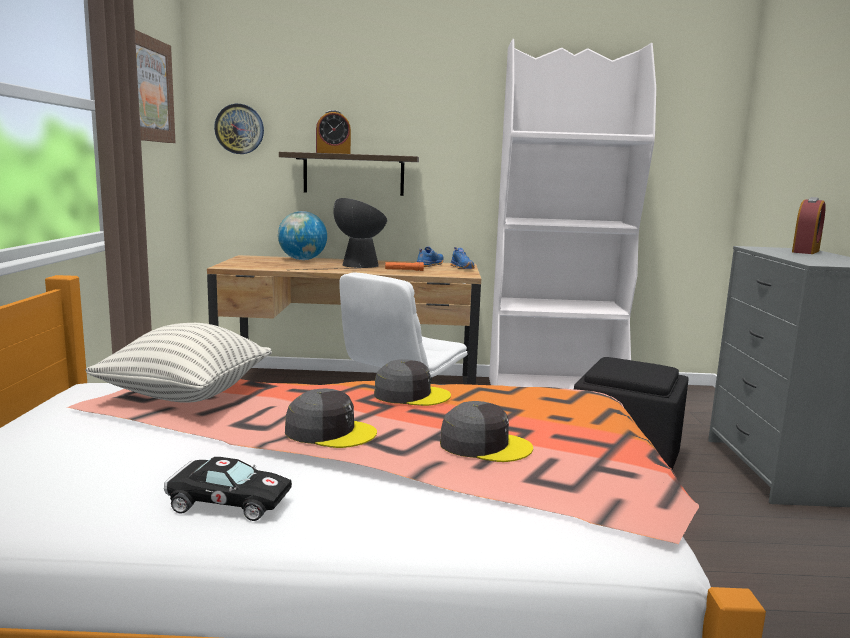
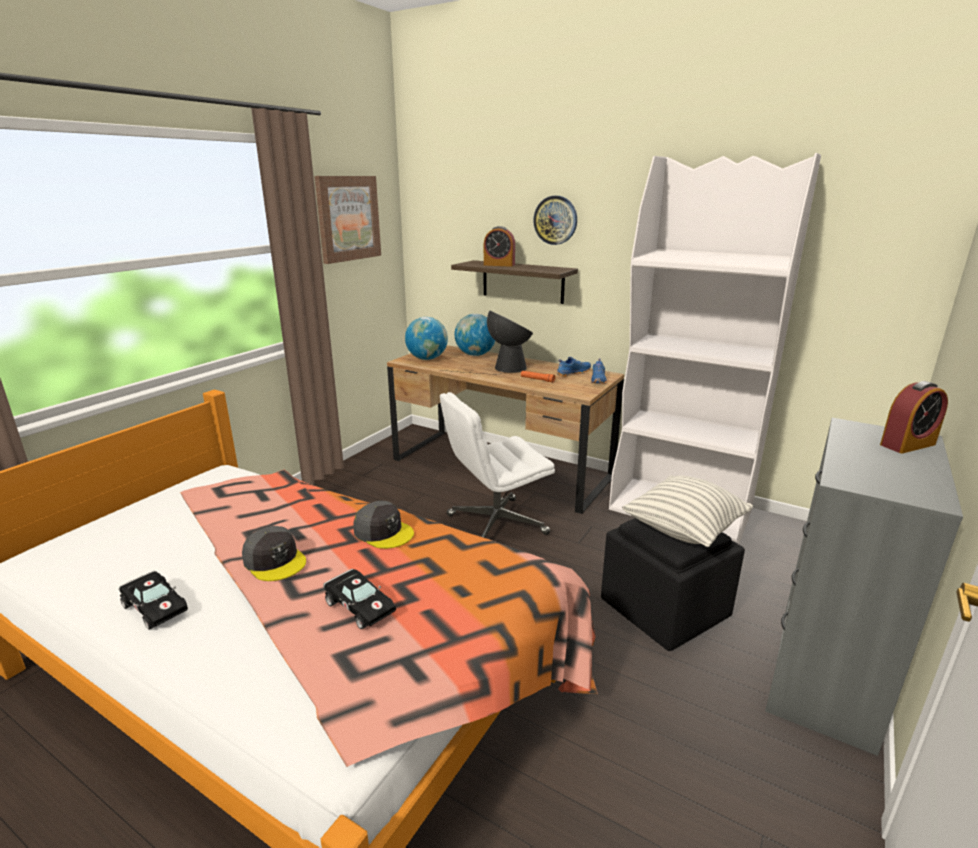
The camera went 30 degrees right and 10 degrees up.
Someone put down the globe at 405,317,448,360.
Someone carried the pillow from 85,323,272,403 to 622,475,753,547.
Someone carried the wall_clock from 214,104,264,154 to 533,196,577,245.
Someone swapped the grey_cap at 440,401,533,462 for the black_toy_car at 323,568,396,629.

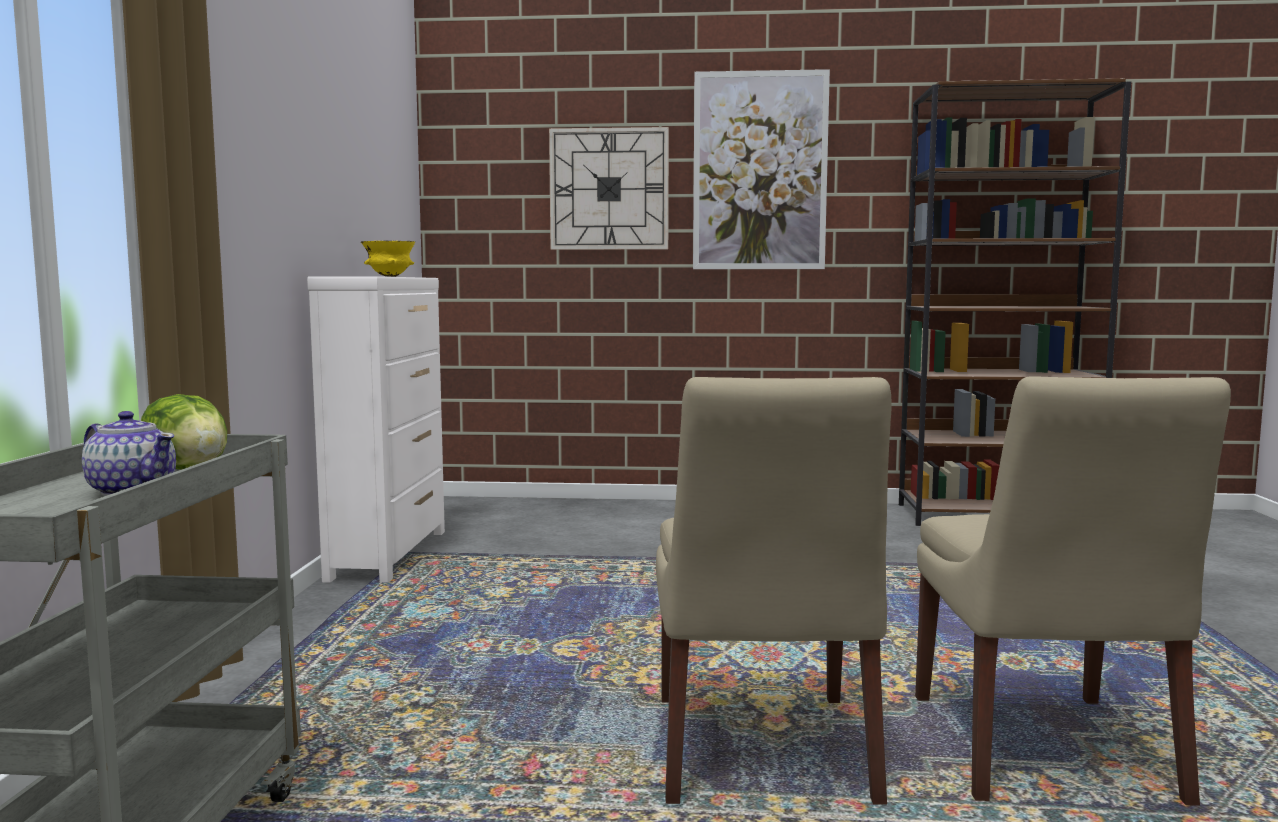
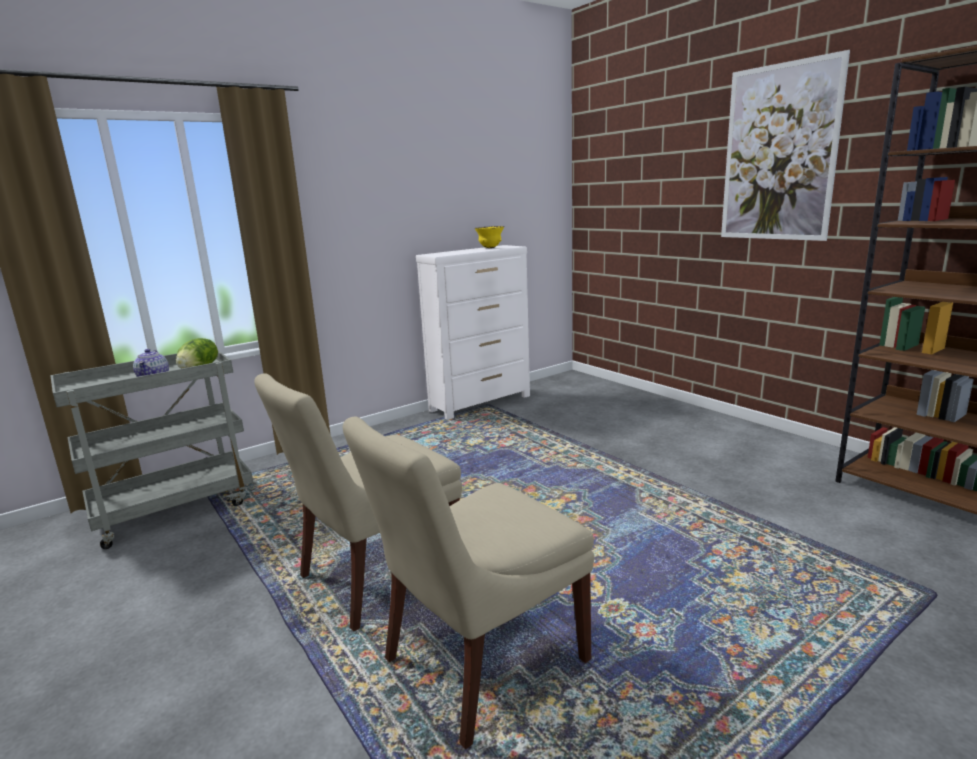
The camera went 50 degrees right and 10 degrees up.
Someone took away the wall_clock at 549,127,669,250.

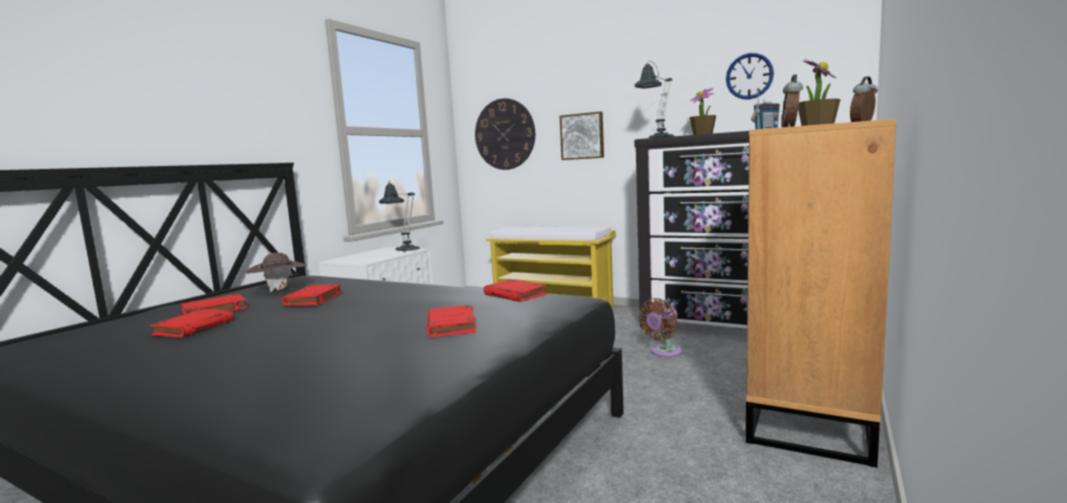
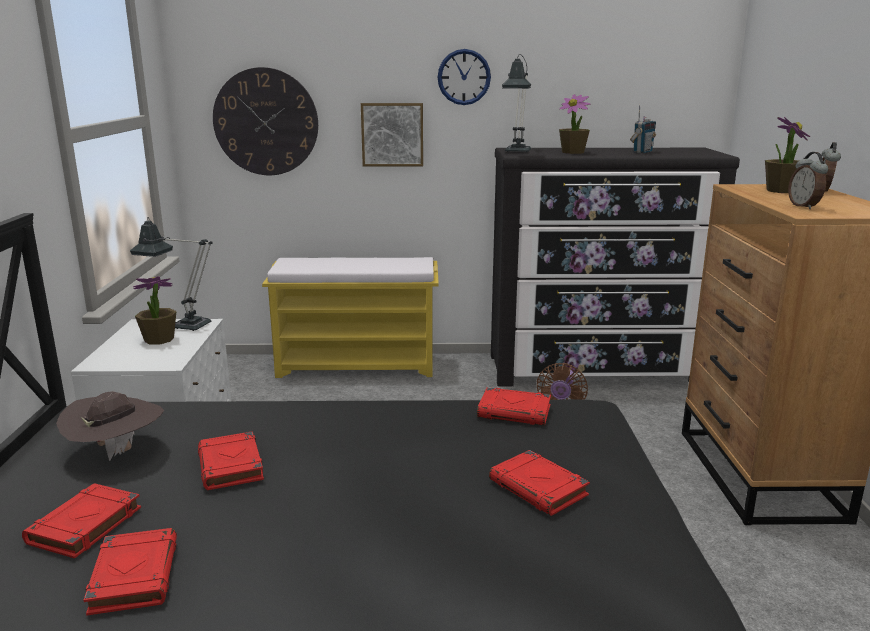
The camera went 30 degrees left and 10 degrees up.
Someone put down the potted_plant at 133,276,177,344.
Someone carried the wall_clock from 726,53,774,100 to 437,49,491,105.

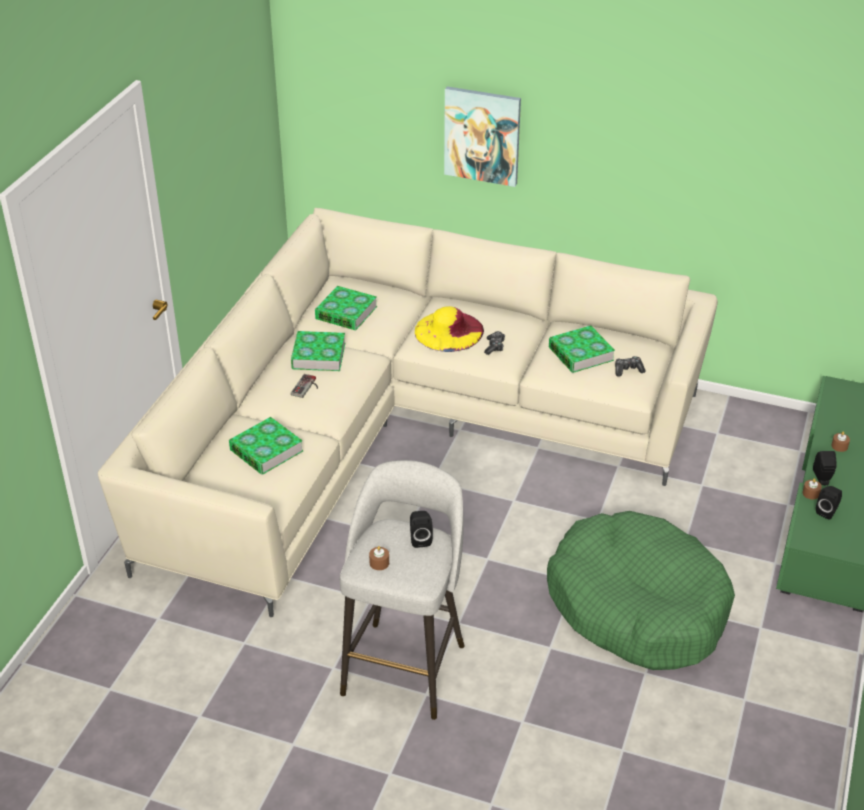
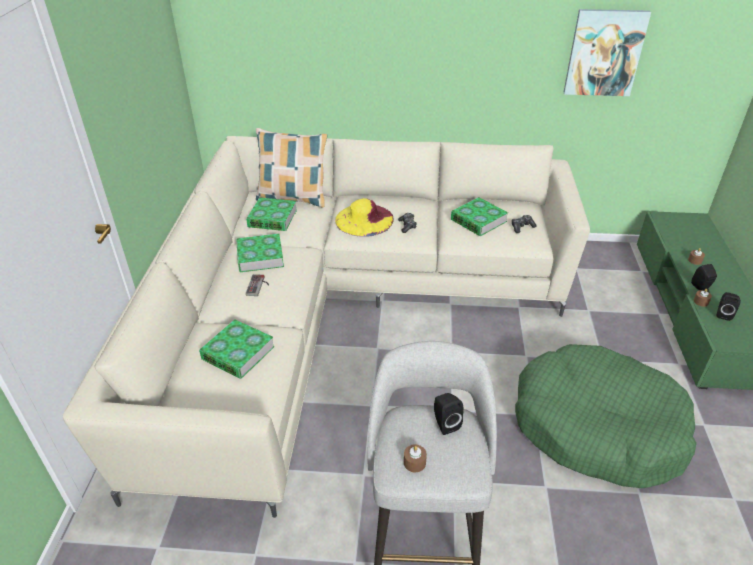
The camera went 15 degrees left and 0 degrees up.
Someone put down the pillow at 256,128,328,208.
Someone carried the picture from 444,86,521,187 to 563,9,651,96.

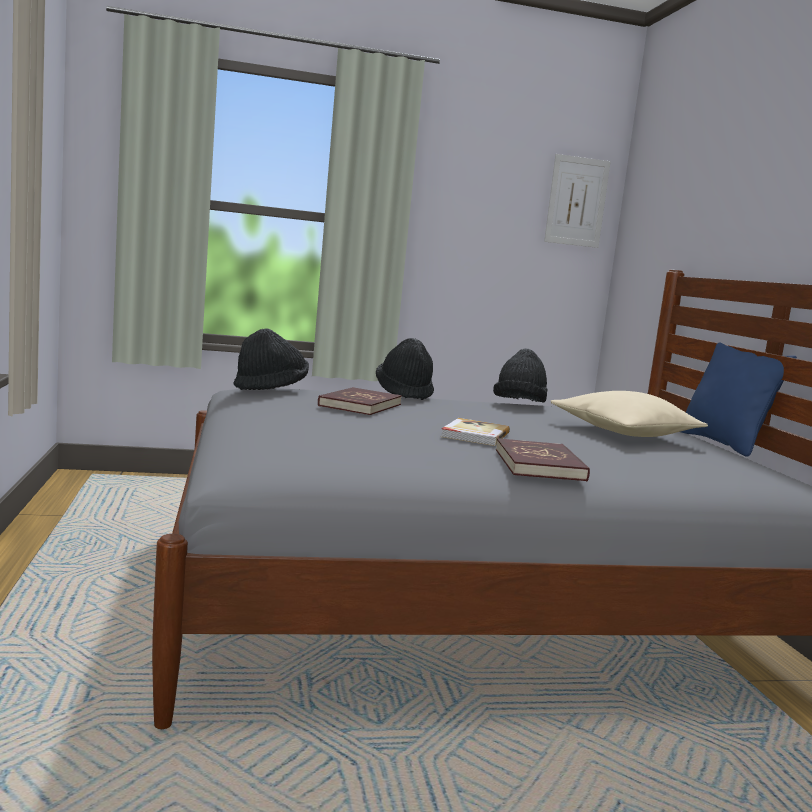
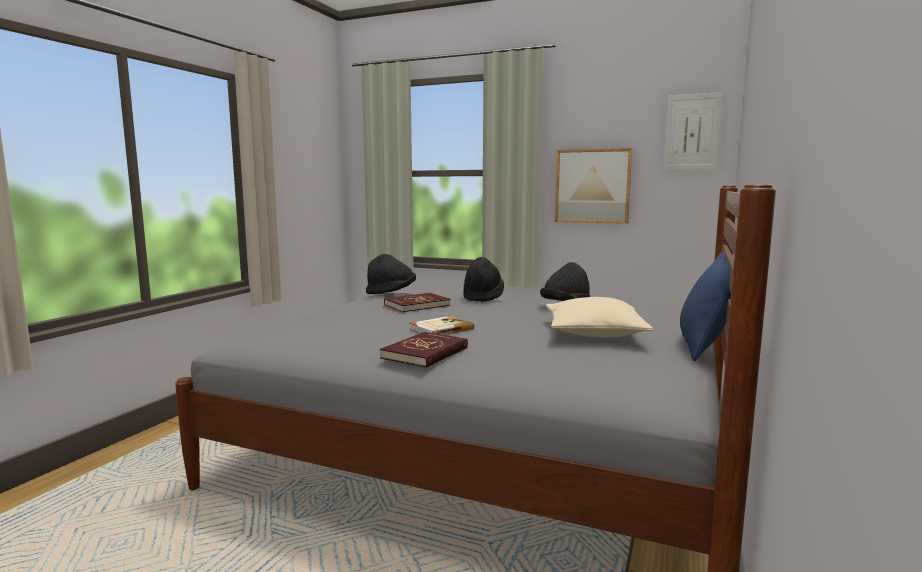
The camera went 35 degrees right and 0 degrees up.
Someone put up the picture at 555,148,632,224.

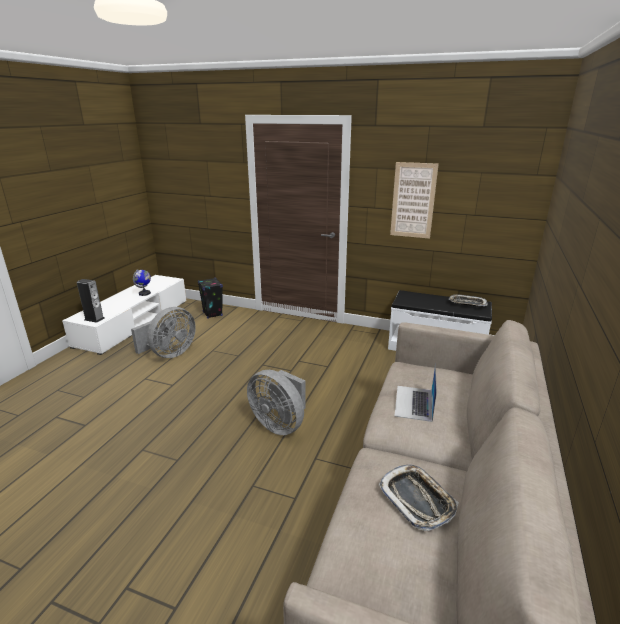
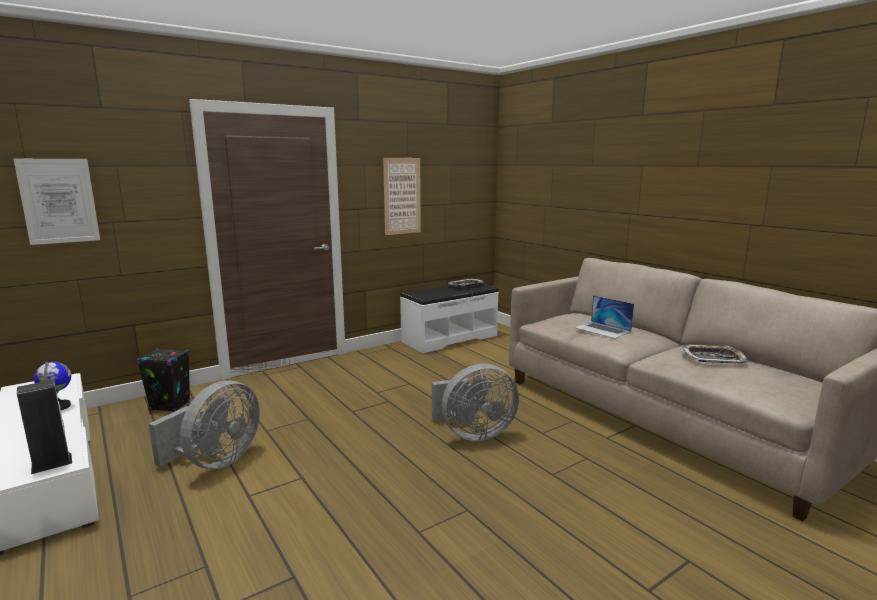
The camera went 55 degrees left and 10 degrees down.
Someone put up the picture at 14,159,100,245.
Someone rotated the grey_fan at 131,307,196,358 by 45 degrees clockwise.

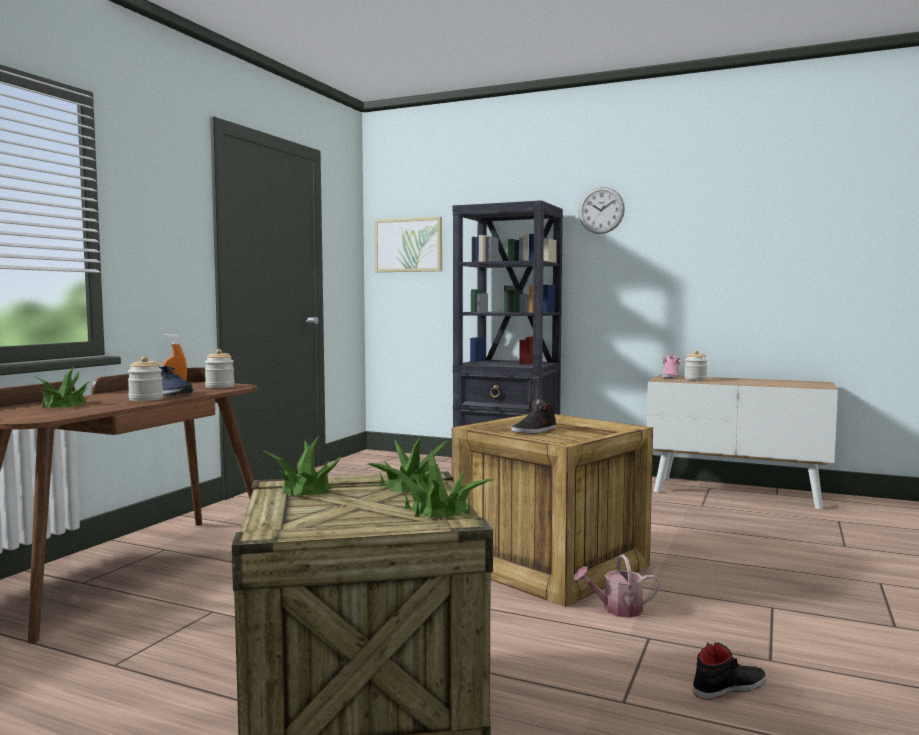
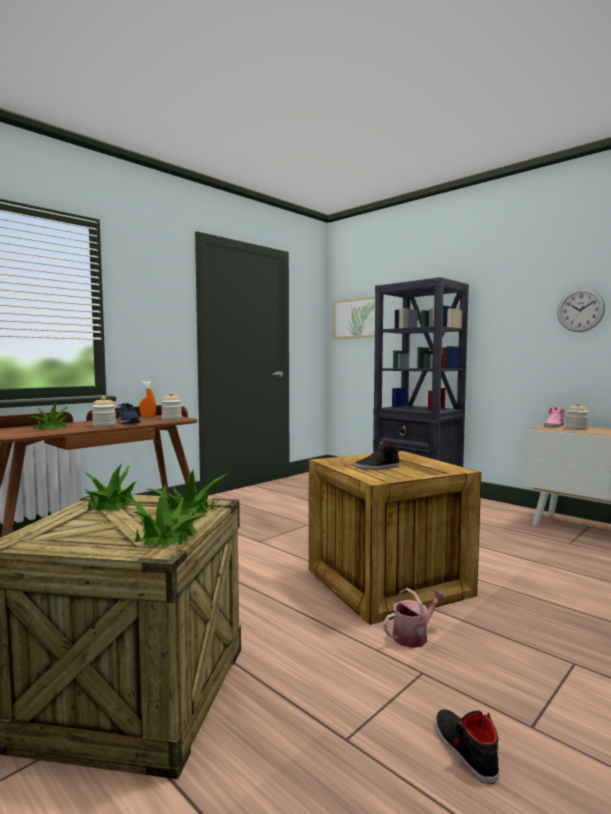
The camera went 20 degrees right and 0 degrees up.
Someone carried the wall_clock from 578,187,625,234 to 557,288,605,332.
Someone rotated the watering_can at 574,554,660,618 by 135 degrees clockwise.
Someone rotated the black_shoe at 693,642,766,700 by 105 degrees counterclockwise.

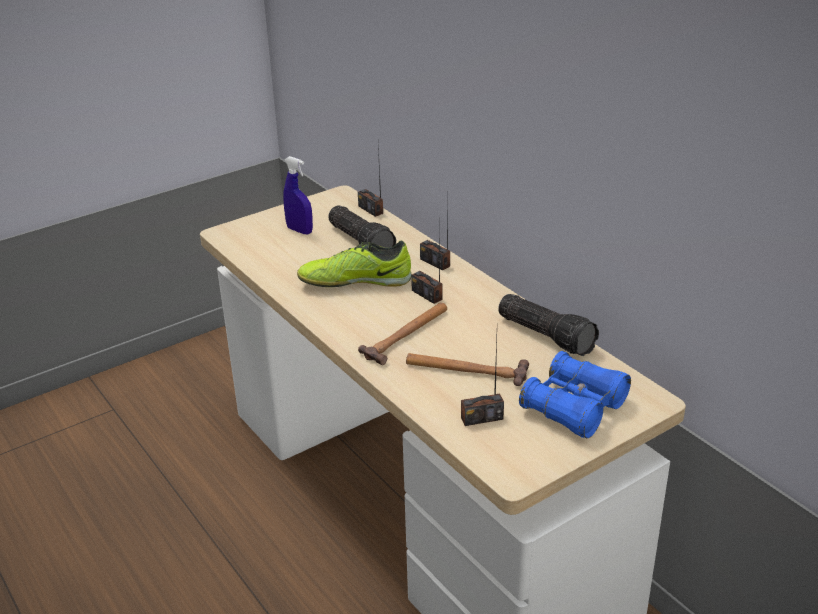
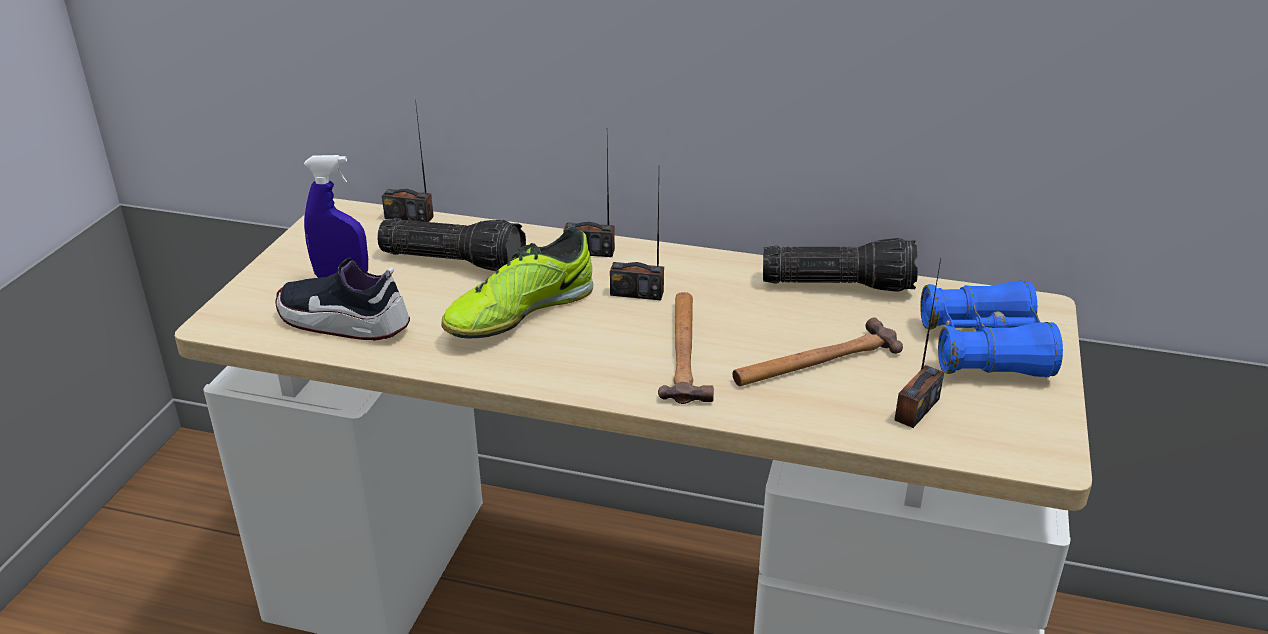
The camera went 40 degrees left and 0 degrees up.
Someone put down the shoe at 275,257,410,341.

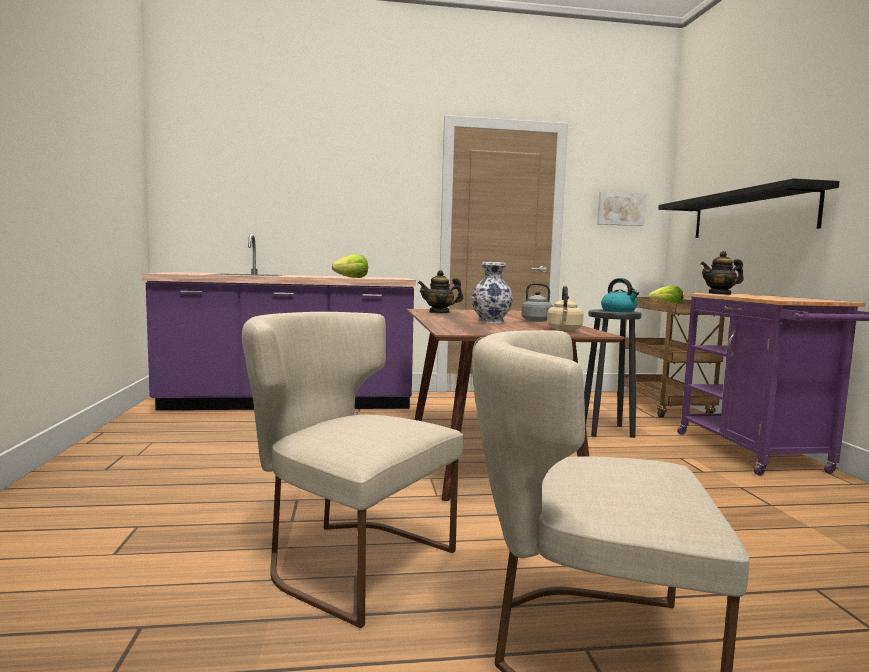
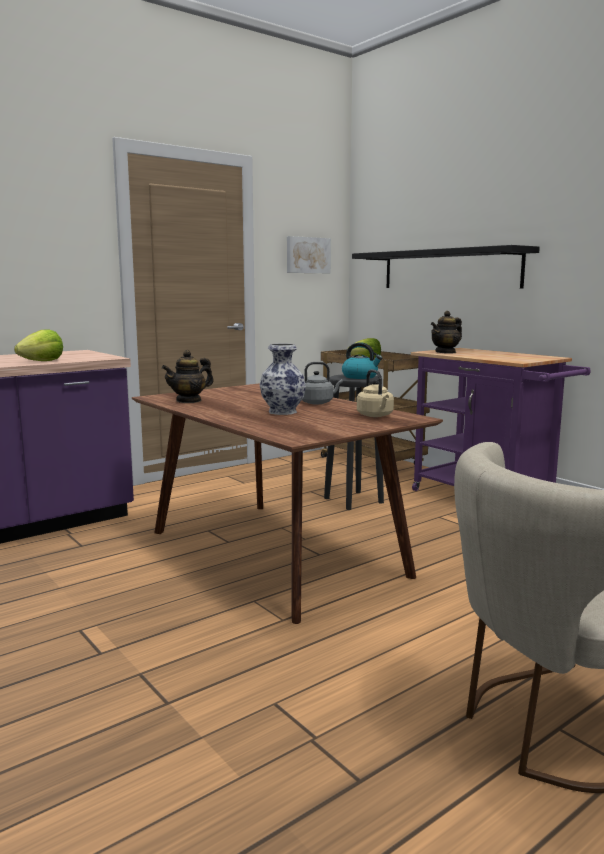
The camera went 30 degrees left and 5 degrees up.
Someone took away the beige_chair at 242,312,463,628.

